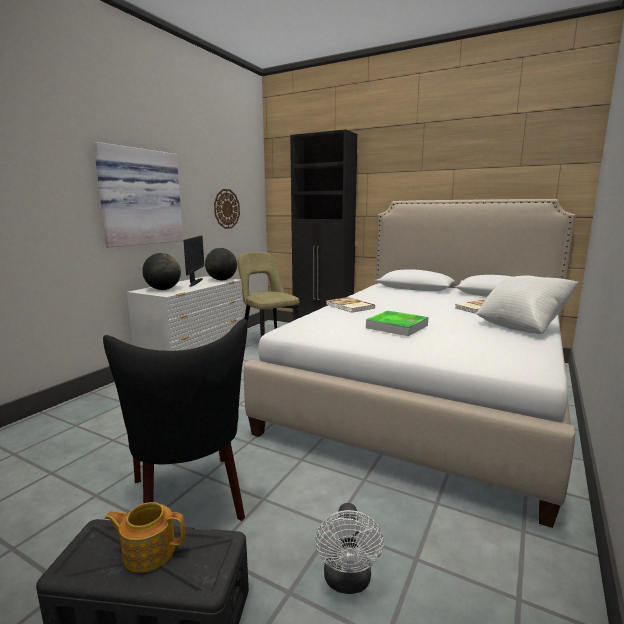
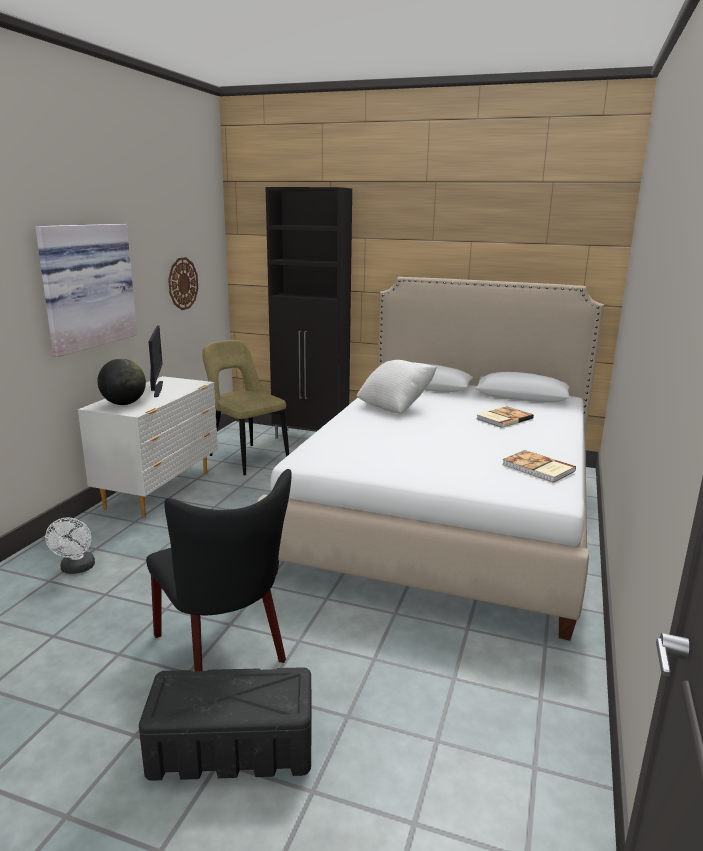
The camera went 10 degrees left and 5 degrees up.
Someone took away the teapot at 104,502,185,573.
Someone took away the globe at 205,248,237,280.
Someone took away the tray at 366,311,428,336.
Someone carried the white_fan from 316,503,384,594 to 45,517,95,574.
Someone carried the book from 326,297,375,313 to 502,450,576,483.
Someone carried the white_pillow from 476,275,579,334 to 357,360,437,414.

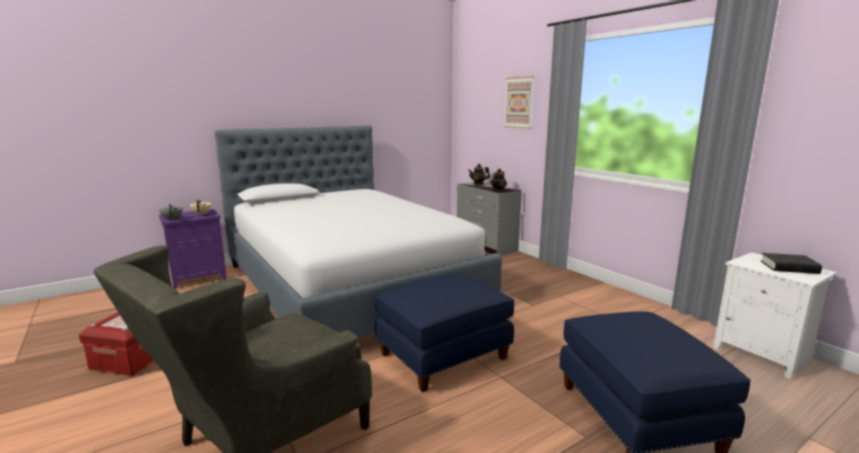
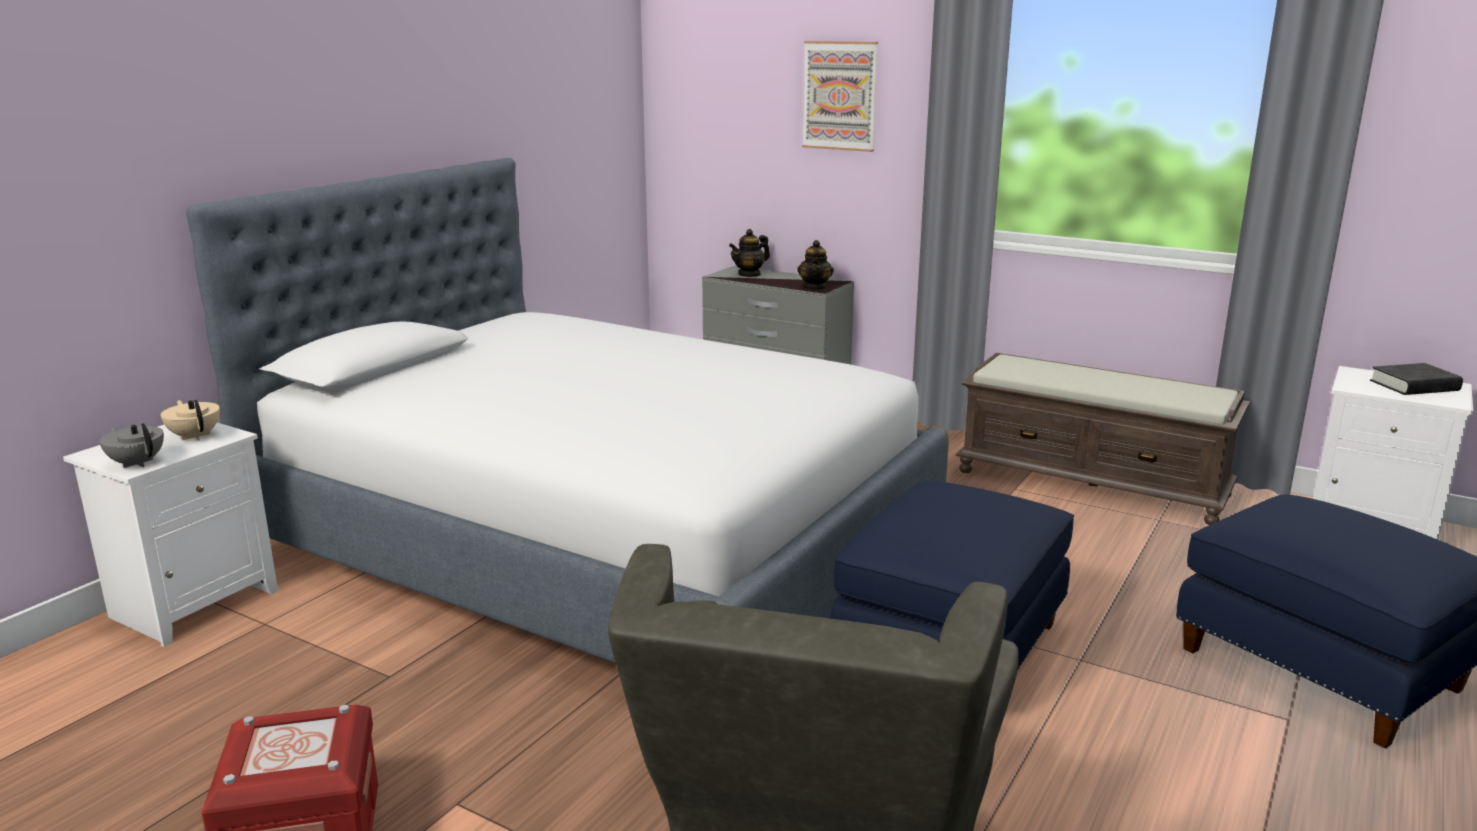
The camera went 25 degrees left and 5 degrees up.
Someone put down the brown_bench at 956,353,1250,525.
Someone repainted the purple_nightstand at 159,209,227,289, which became the white_nightstand at 63,423,278,647.

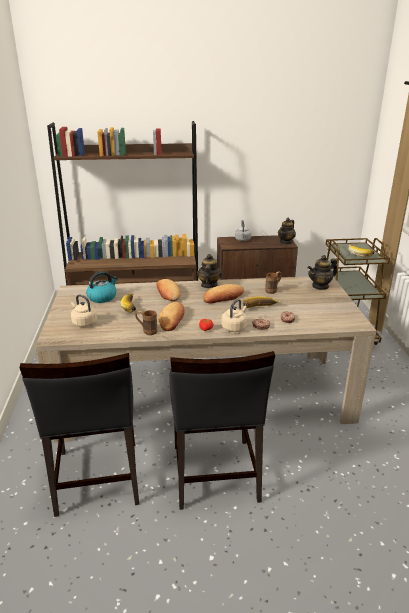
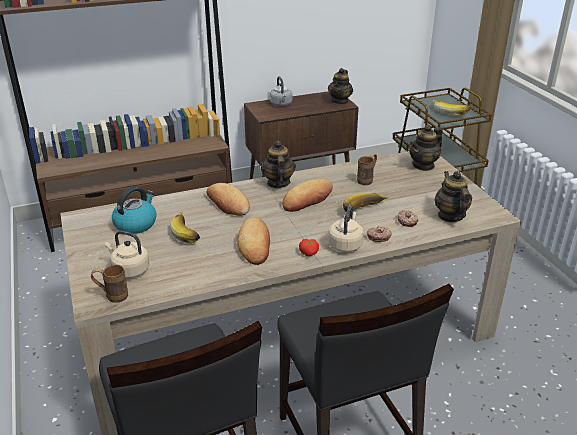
The camera went 15 degrees left and 5 degrees up.
Someone put down the teapot at 434,171,472,222.
Someone carried the brown_mug from 135,310,158,335 to 91,265,128,303.

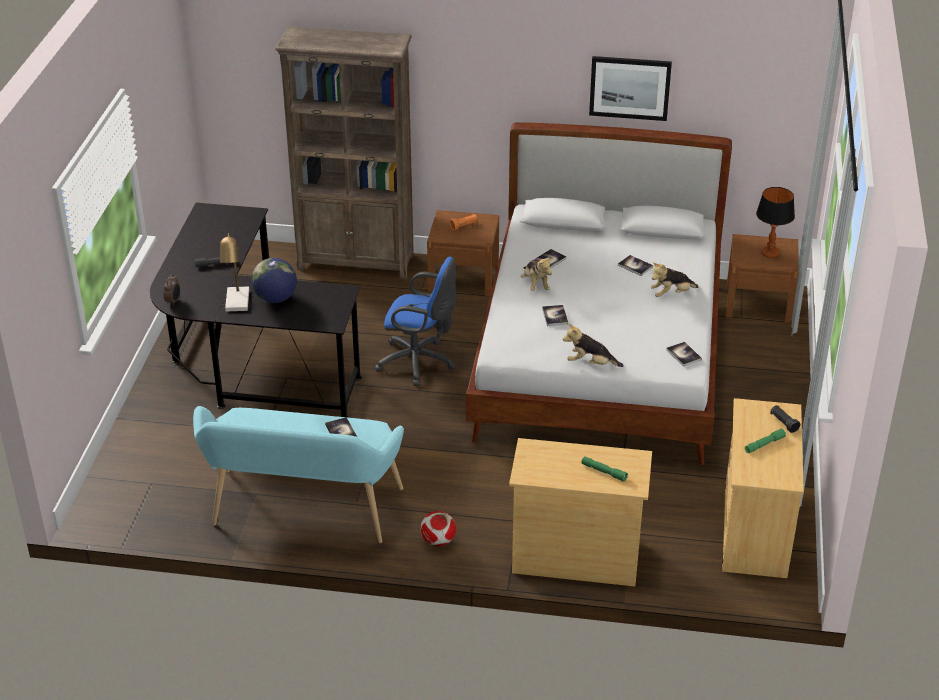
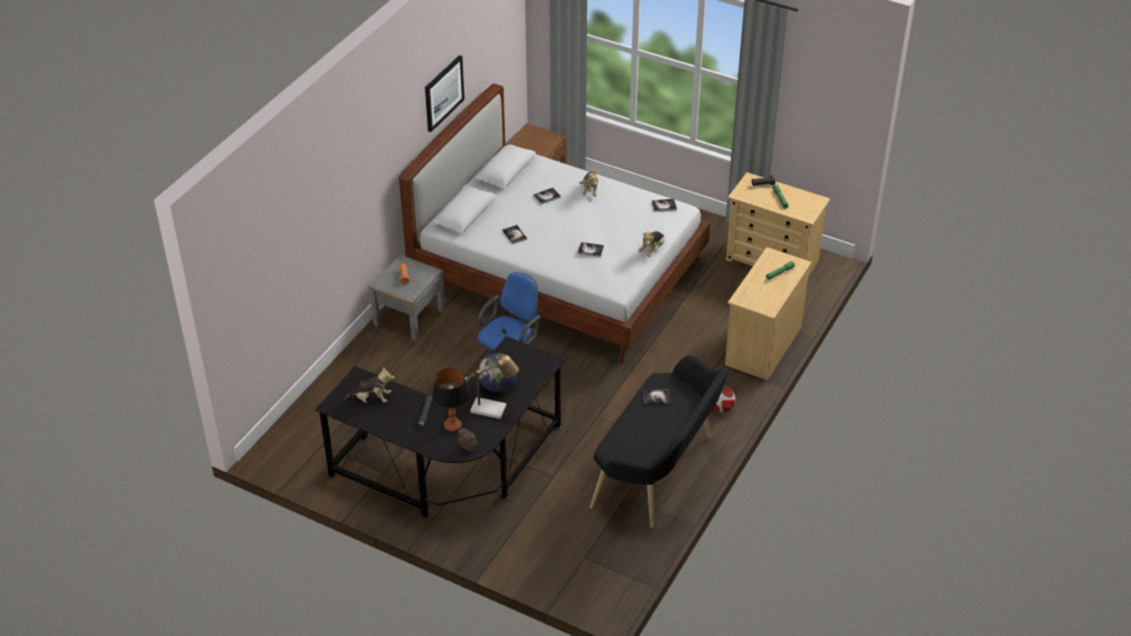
The camera went 70 degrees left and 5 degrees up.
Someone took away the brown_bookcase at 275,26,414,279.
Someone carried the plush_toy from 521,256,552,291 to 344,366,394,403.
Someone carried the table_lamp from 756,187,795,258 to 432,368,469,432.
Someone repainted the turquoise_bench at 193,406,404,543, which became the black_bench at 590,355,729,528.
Someone repainted the brown_nightstand at 427,210,499,297, which became the grey_nightstand at 369,255,445,341.

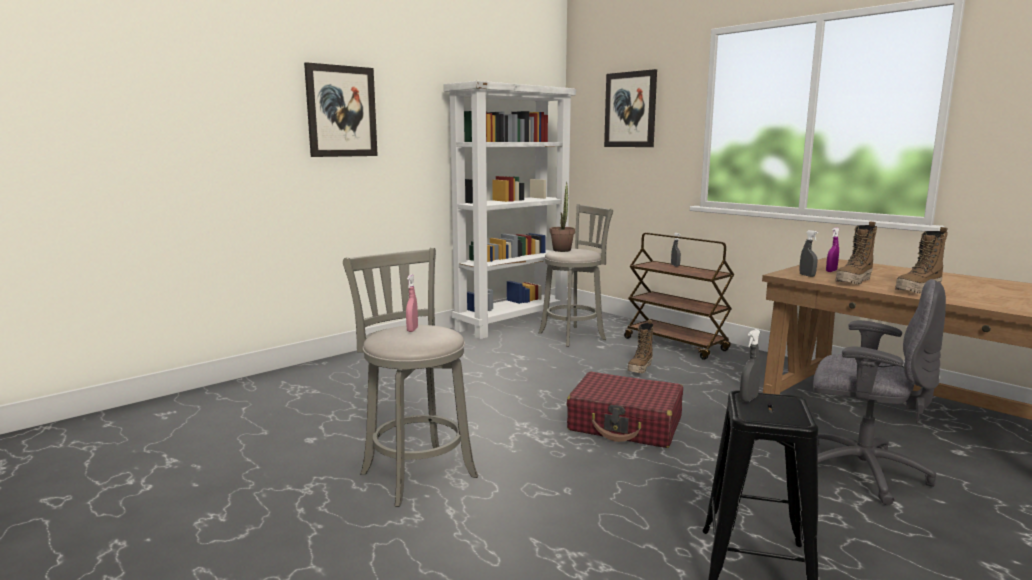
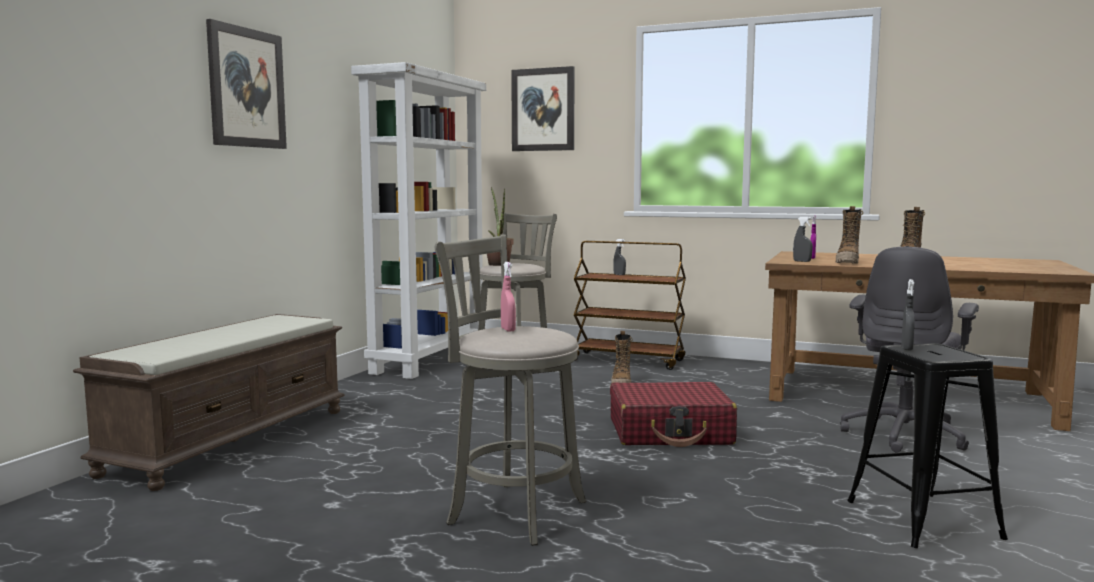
The camera went 25 degrees left and 5 degrees down.
Someone put down the brown_bench at 73,314,345,491.
Someone rotated the grey_office_chair at 813,279,946,505 by 120 degrees clockwise.

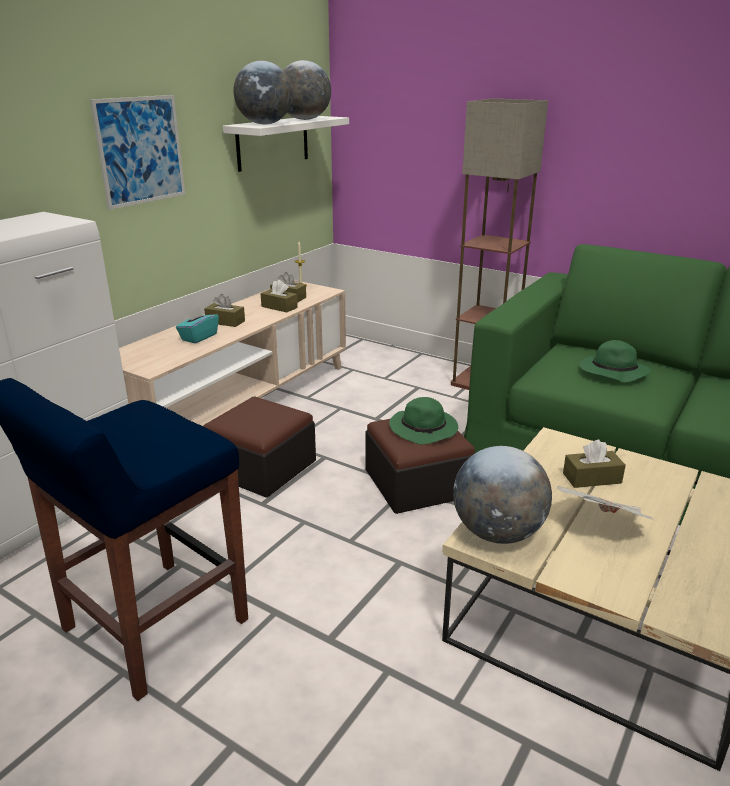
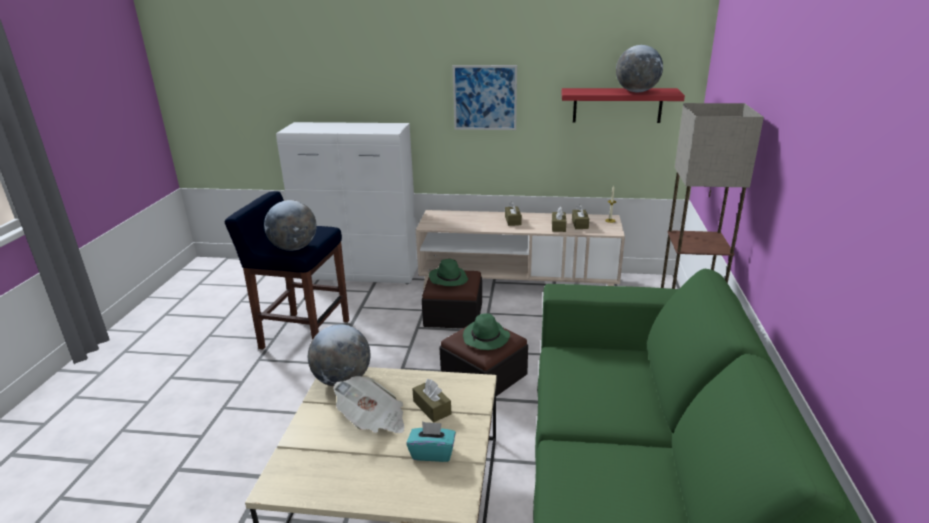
The camera went 65 degrees right and 0 degrees up.
Someone carried the turquoise_tissue_box from 176,306,219,343 to 406,421,456,462.
Someone carried the globe from 233,61,292,124 to 264,200,317,251.
Someone carried the green_hat from 579,340,650,382 to 429,259,468,286.
Someone repainted the white_shelf at 223,116,349,172, which became the red_shelf at 562,88,685,123.

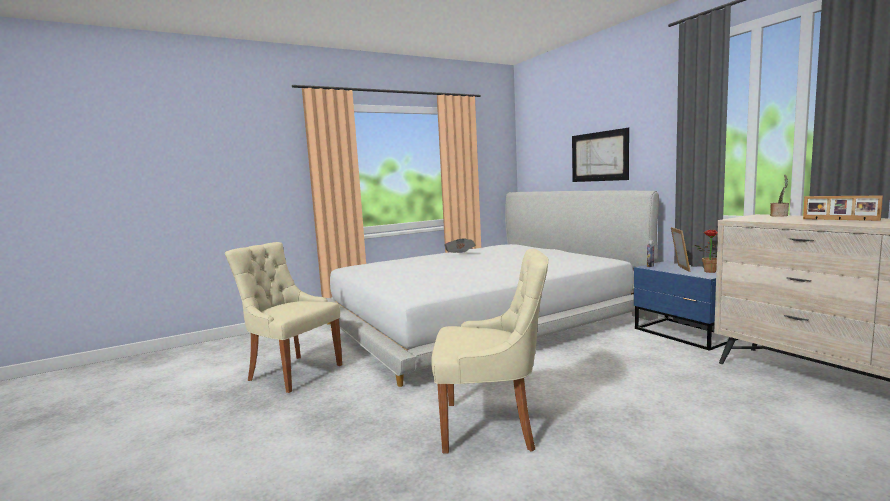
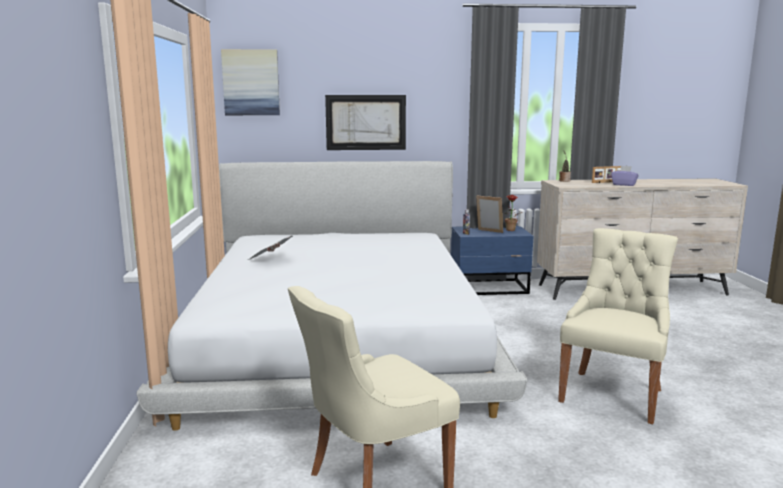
The camera went 65 degrees left and 5 degrees up.
Someone put up the picture at 221,49,280,115.
Someone put down the purple_tissue_box at 611,166,639,186.

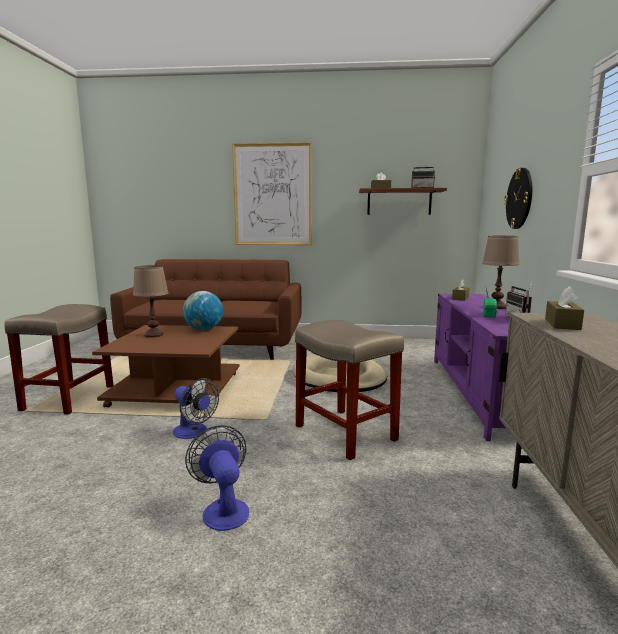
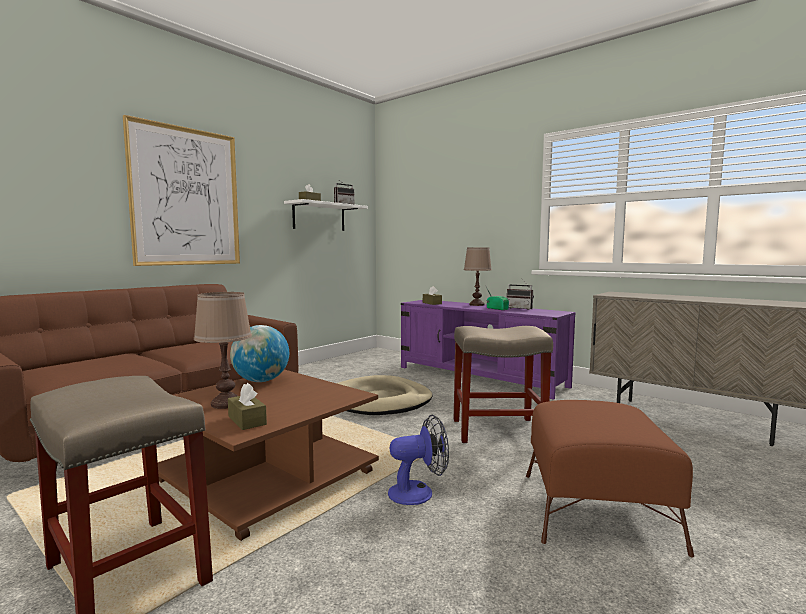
The camera went 55 degrees left and 5 degrees down.
Someone took away the wall_clock at 504,168,532,229.
Someone carried the brown_tissue_box from 545,286,584,330 to 228,383,267,430.
Someone swapped the fan at 185,425,249,531 for the brown_ottoman at 526,400,694,558.
Someone repainted the brown_shelf at 359,188,447,215, which became the white_shelf at 284,199,368,231.

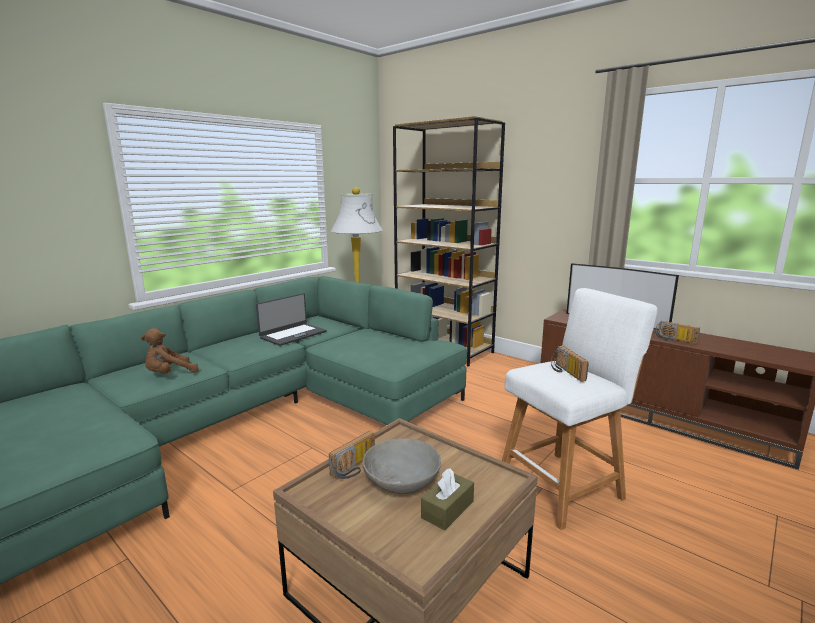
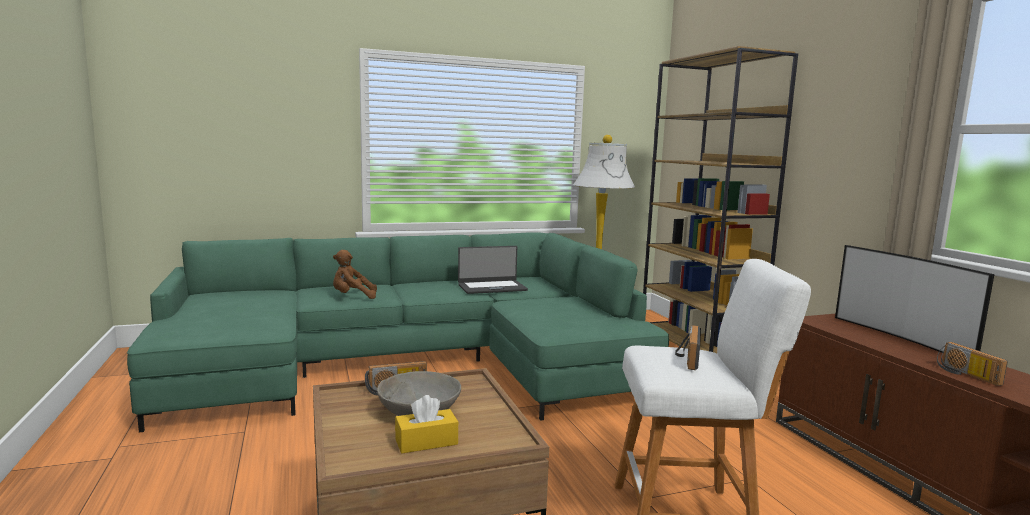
The camera went 30 degrees right and 5 degrees down.
Someone repainted the brown_tissue_box at 421,468,474,531, which became the yellow_tissue_box at 395,395,458,453.

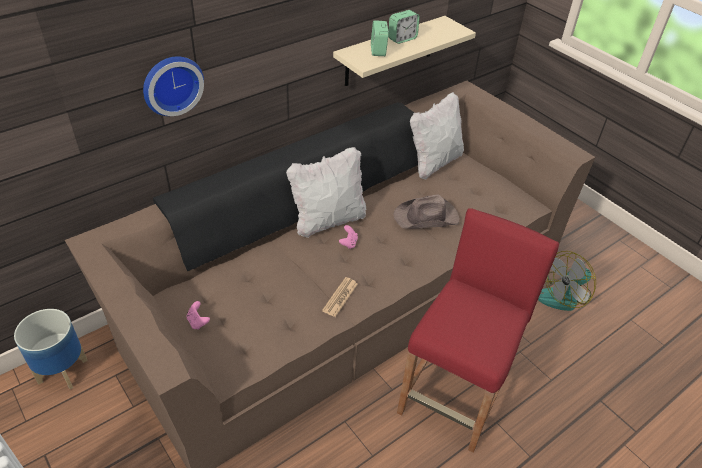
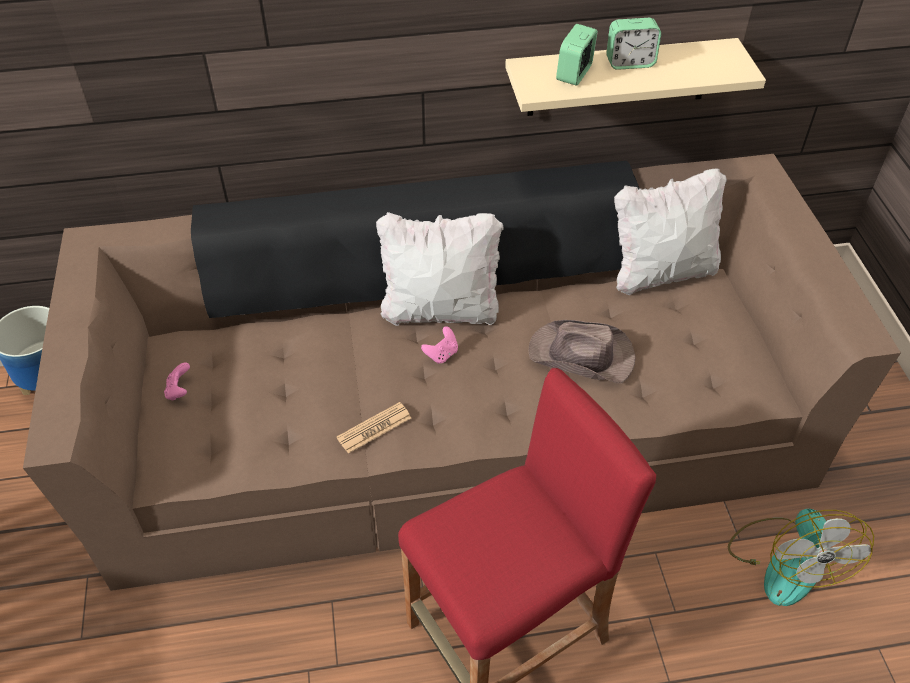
The camera went 30 degrees right and 5 degrees up.
Someone took away the wall_clock at 143,56,204,116.
Someone rotated the fan at 538,251,596,311 by 90 degrees counterclockwise.

